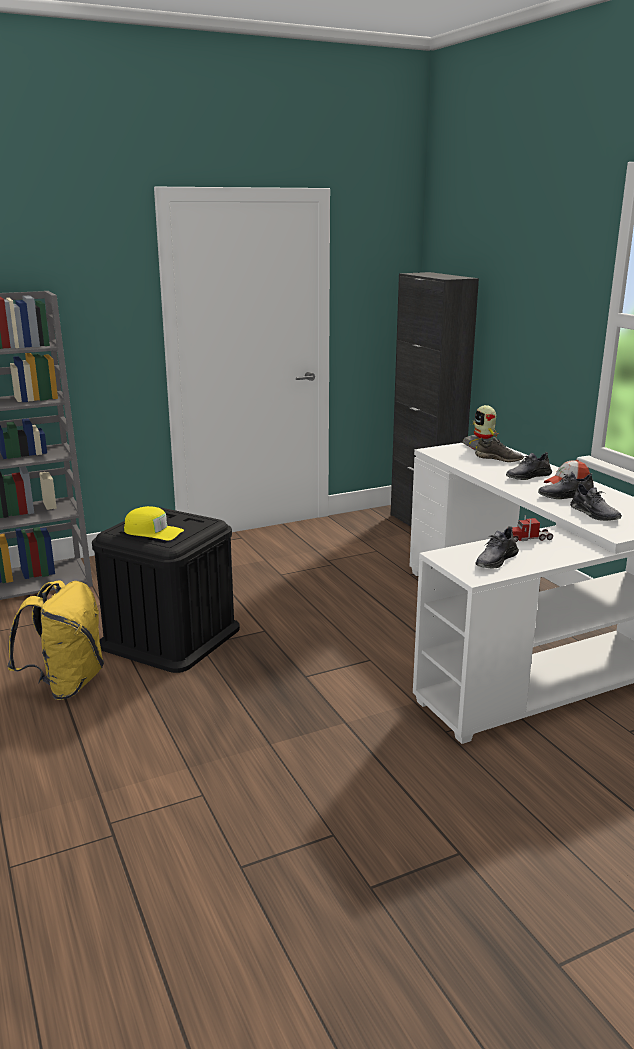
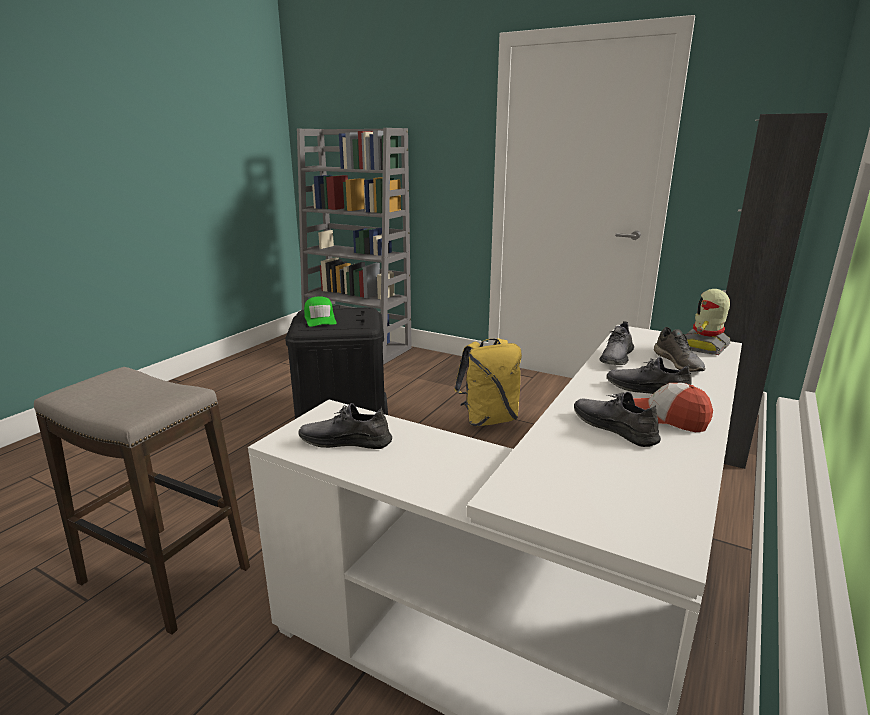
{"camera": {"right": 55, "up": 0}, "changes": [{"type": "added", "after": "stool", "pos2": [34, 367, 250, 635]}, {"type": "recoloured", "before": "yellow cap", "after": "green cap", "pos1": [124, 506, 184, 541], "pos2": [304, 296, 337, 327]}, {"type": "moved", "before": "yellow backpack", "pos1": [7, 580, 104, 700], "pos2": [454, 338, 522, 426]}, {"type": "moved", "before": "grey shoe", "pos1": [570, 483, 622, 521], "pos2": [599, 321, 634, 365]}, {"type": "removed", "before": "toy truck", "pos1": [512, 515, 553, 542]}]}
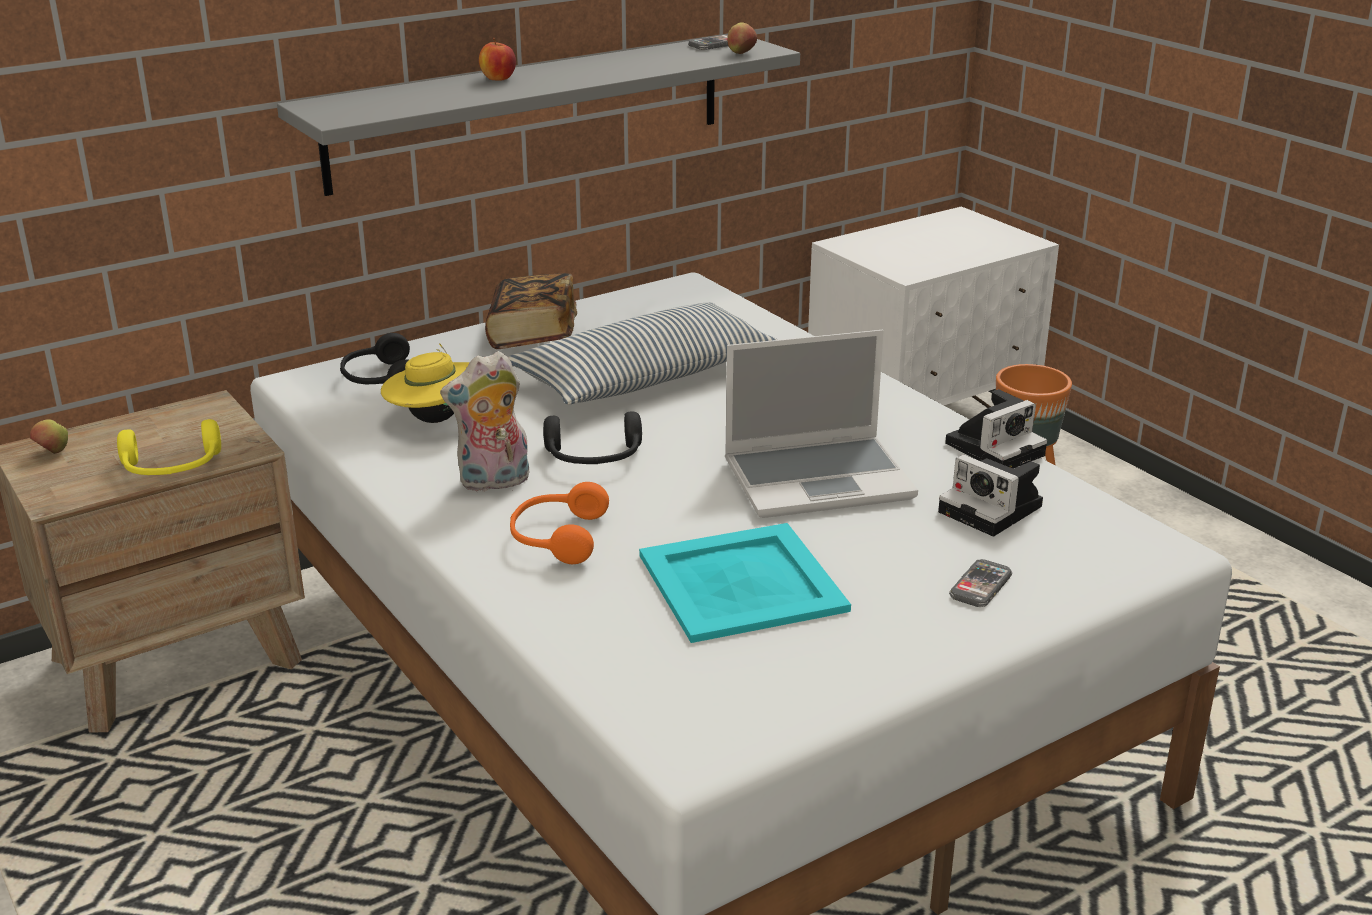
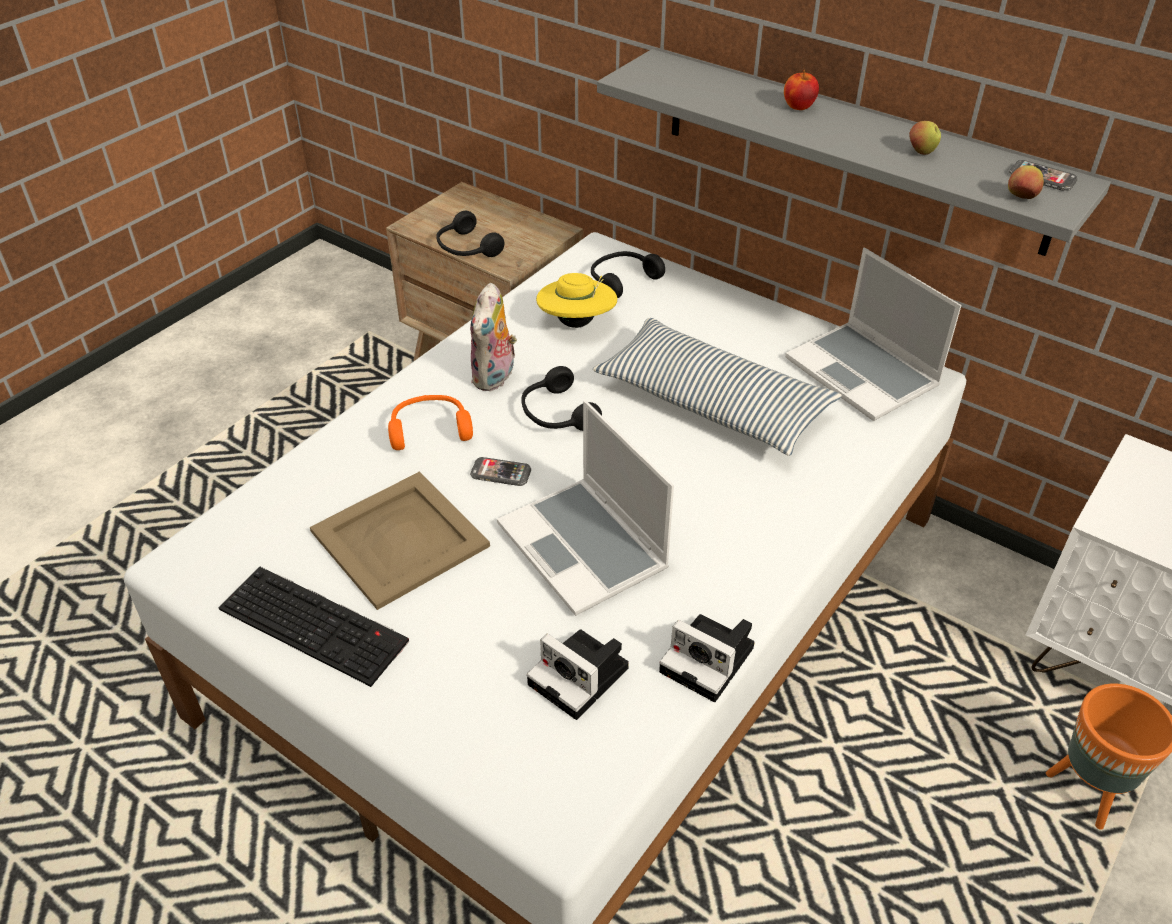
{"camera": {"right": 70, "up": 15}, "changes": [{"type": "added", "after": "keyboard", "pos2": [219, 566, 409, 687]}, {"type": "recoloured", "before": "turquoise tray", "after": "beige tray", "pos1": [639, 523, 851, 643], "pos2": [310, 472, 490, 610]}, {"type": "recoloured", "before": "yellow headphones", "after": "black headphones", "pos1": [117, 419, 221, 475], "pos2": [436, 211, 504, 257]}, {"type": "turned", "before": "plush toy", "pos1": [440, 351, 529, 493], "pos2": [470, 283, 517, 391], "turn": -120}, {"type": "moved", "before": "phone", "pos1": [949, 559, 1012, 607], "pos2": [470, 457, 531, 486]}, {"type": "turned", "before": "photo camera", "pos1": [938, 454, 1043, 536], "pos2": [527, 630, 629, 720], "turn": -75}, {"type": "added", "after": "laptop", "pos2": [785, 248, 962, 421]}, {"type": "moved", "before": "apple", "pos1": [30, 419, 68, 454], "pos2": [909, 121, 941, 155]}, {"type": "removed", "before": "book", "pos1": [485, 273, 577, 349]}]}
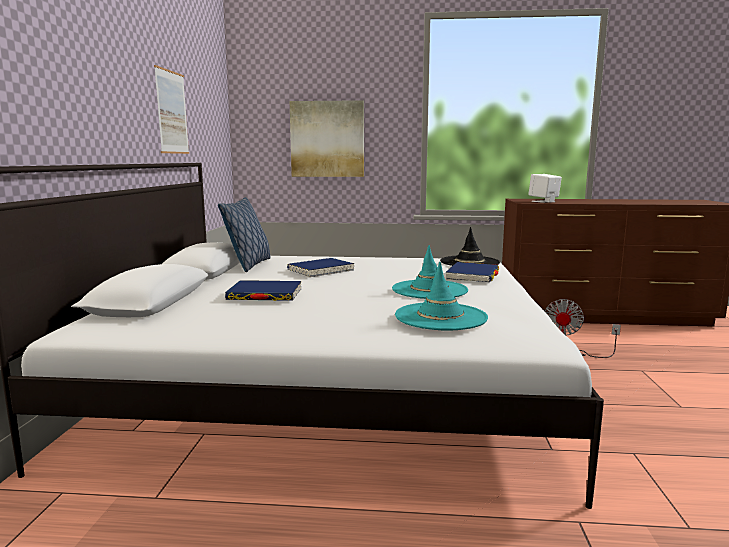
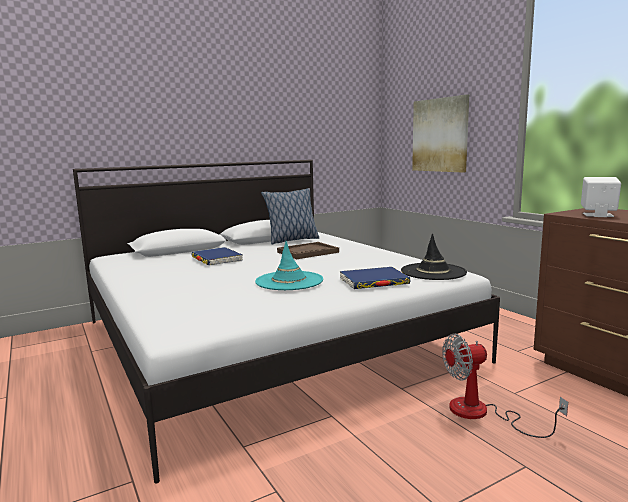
{"camera": {"right": 55, "up": 0}, "changes": [{"type": "replaced", "before": "blue book", "after": "brown tray", "pos1": [287, 258, 355, 277], "pos2": [277, 242, 339, 259]}, {"type": "removed", "before": "picture", "pos1": [154, 65, 189, 154]}, {"type": "removed", "before": "turquoise hat", "pos1": [395, 262, 488, 330]}]}
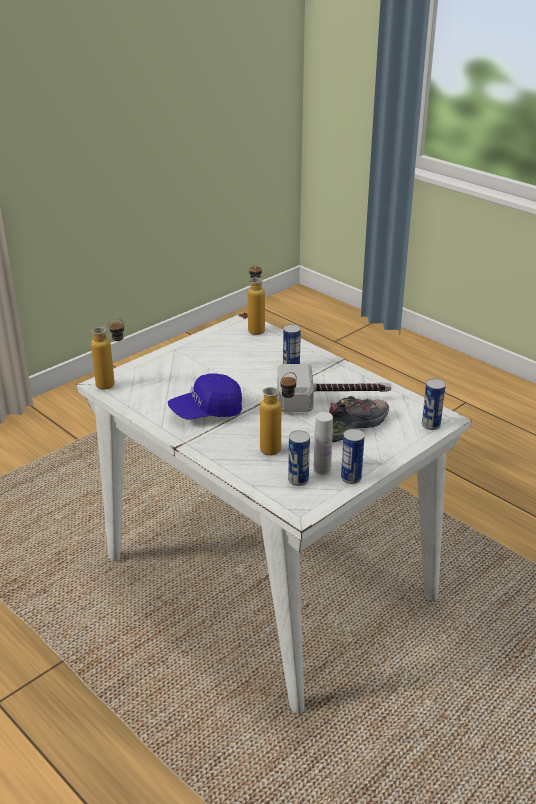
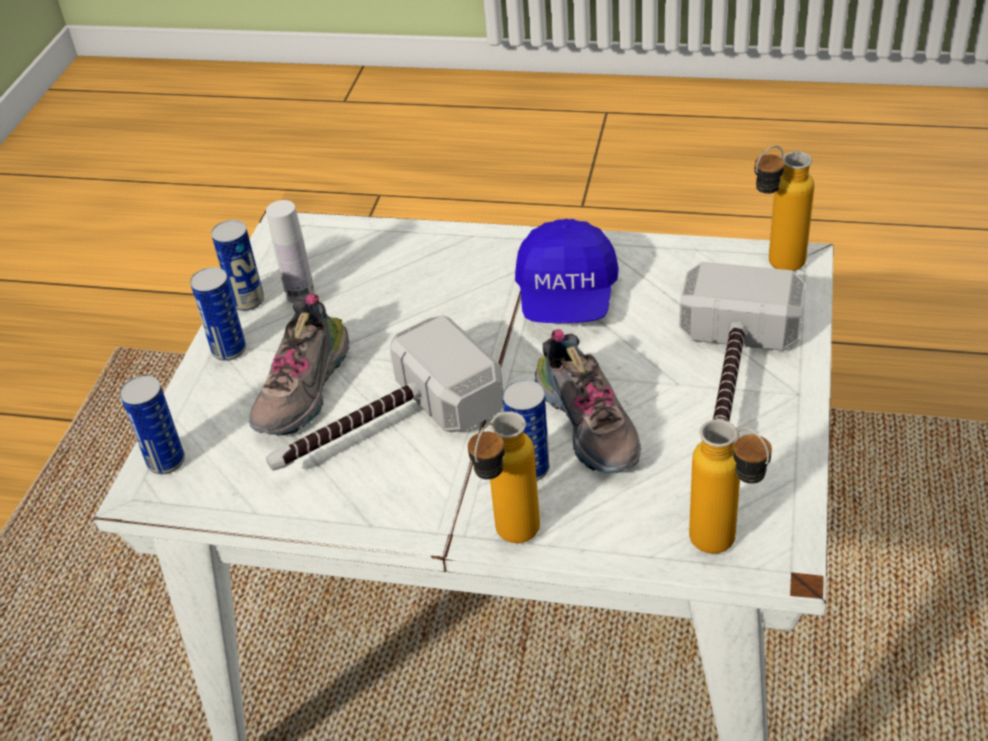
{"camera": {"right": 150, "up": 10}, "changes": [{"type": "moved", "before": "can", "pos1": [288, 430, 310, 486], "pos2": [190, 267, 246, 361]}, {"type": "moved", "before": "bottle", "pos1": [260, 372, 297, 455], "pos2": [468, 412, 540, 543]}, {"type": "turned", "before": "blue cap", "pos1": [168, 373, 242, 419], "pos2": [515, 219, 619, 323], "turn": 150}, {"type": "added", "after": "shoe", "pos2": [535, 329, 642, 473]}, {"type": "added", "after": "hammer", "pos2": [679, 262, 806, 422]}]}
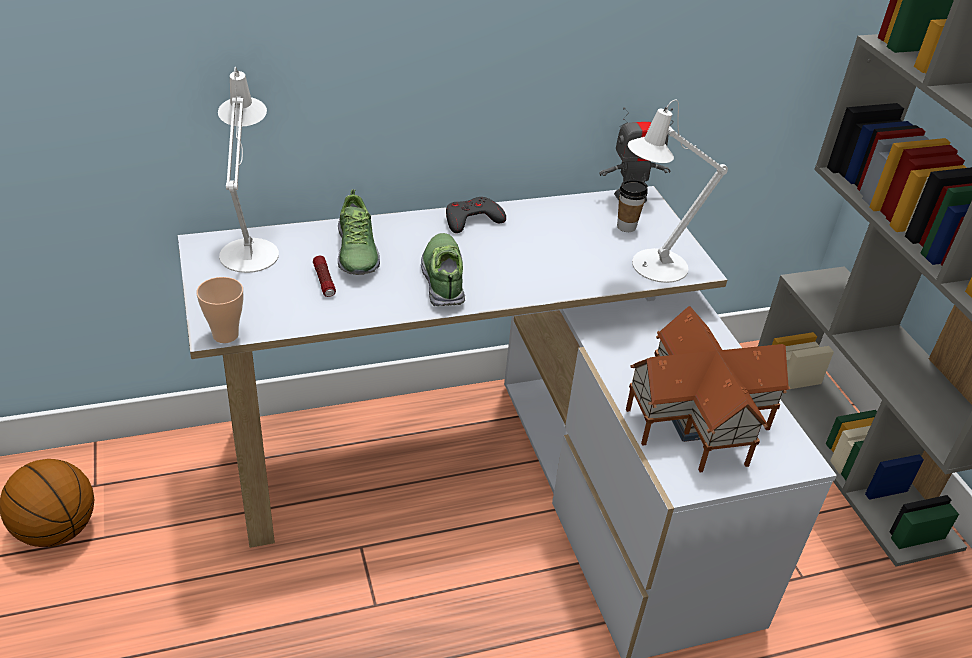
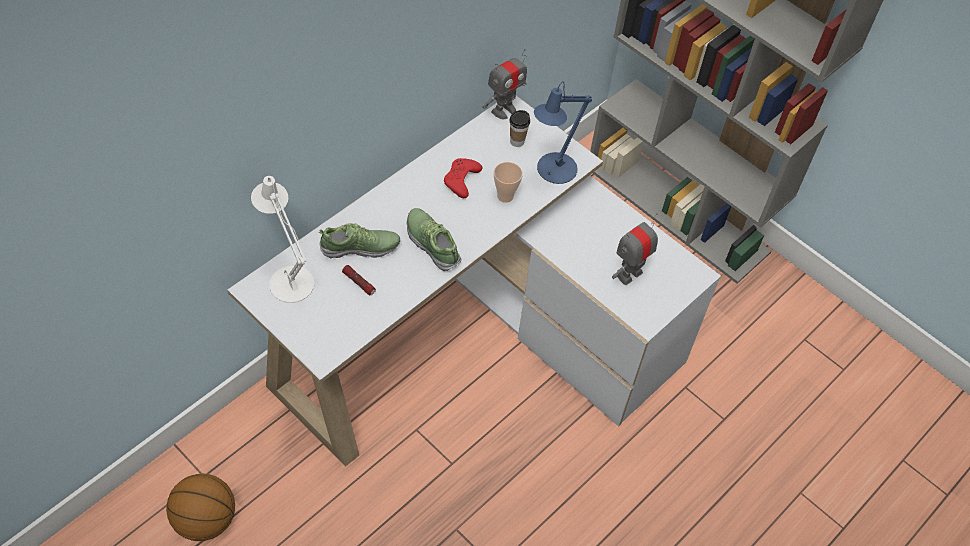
{"camera": {"right": -30, "up": 15}, "changes": [{"type": "turned", "before": "shoe", "pos1": [338, 189, 380, 275], "pos2": [319, 223, 400, 258], "turn": -60}, {"type": "added", "after": "red game controller", "pos2": [444, 158, 483, 198]}, {"type": "moved", "before": "cup", "pos1": [196, 277, 243, 343], "pos2": [494, 162, 523, 203]}, {"type": "recoloured", "before": "white table lamp", "after": "blue table lamp", "pos1": [628, 99, 728, 283], "pos2": [534, 81, 592, 184]}, {"type": "replaced", "before": "toy house", "after": "toy robot", "pos1": [626, 306, 790, 472], "pos2": [612, 213, 658, 285]}, {"type": "removed", "before": "grey game controller", "pos1": [446, 197, 506, 233]}]}
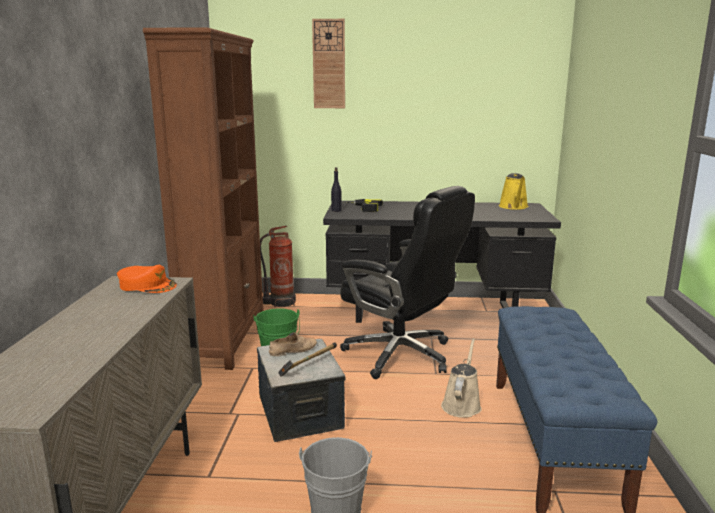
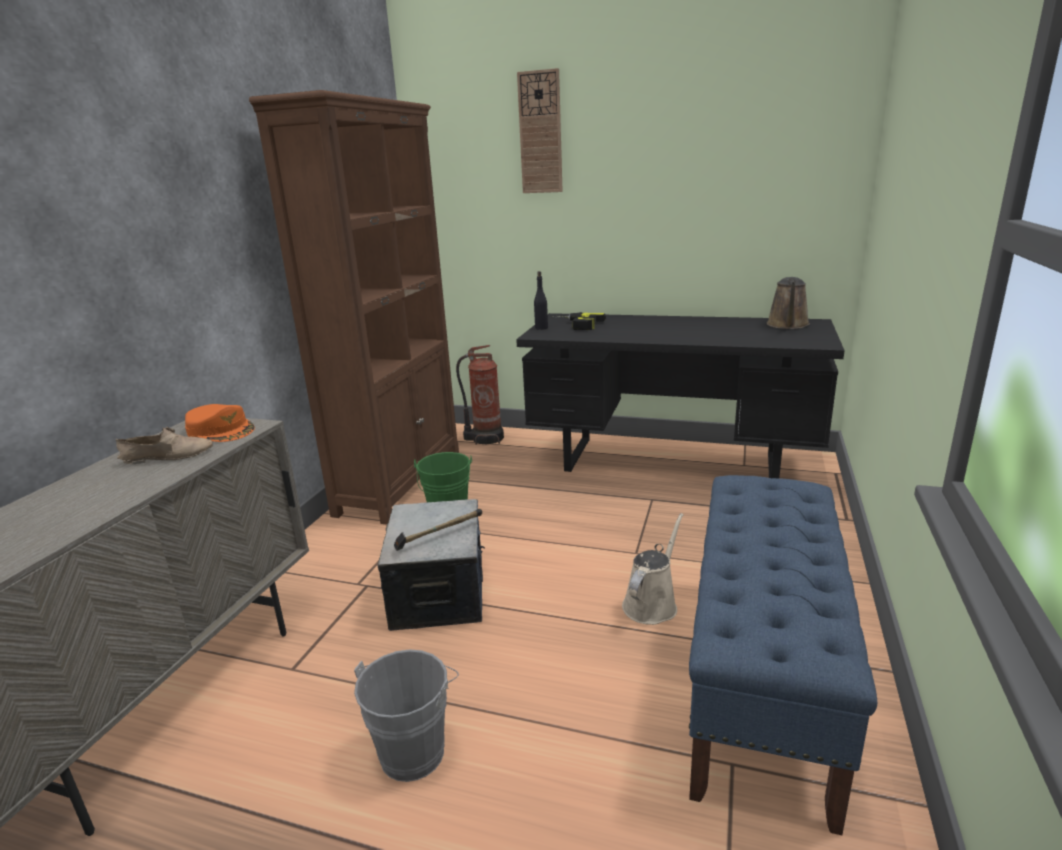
{"camera": {"right": 15, "up": 5}, "changes": [{"type": "moved", "before": "beige shoe", "pos1": [269, 332, 317, 356], "pos2": [116, 427, 213, 464]}, {"type": "recoloured", "before": "yellow watering can", "after": "brown watering can", "pos1": [499, 173, 528, 210], "pos2": [767, 277, 810, 329]}, {"type": "removed", "before": "black office chair", "pos1": [340, 186, 475, 379]}]}
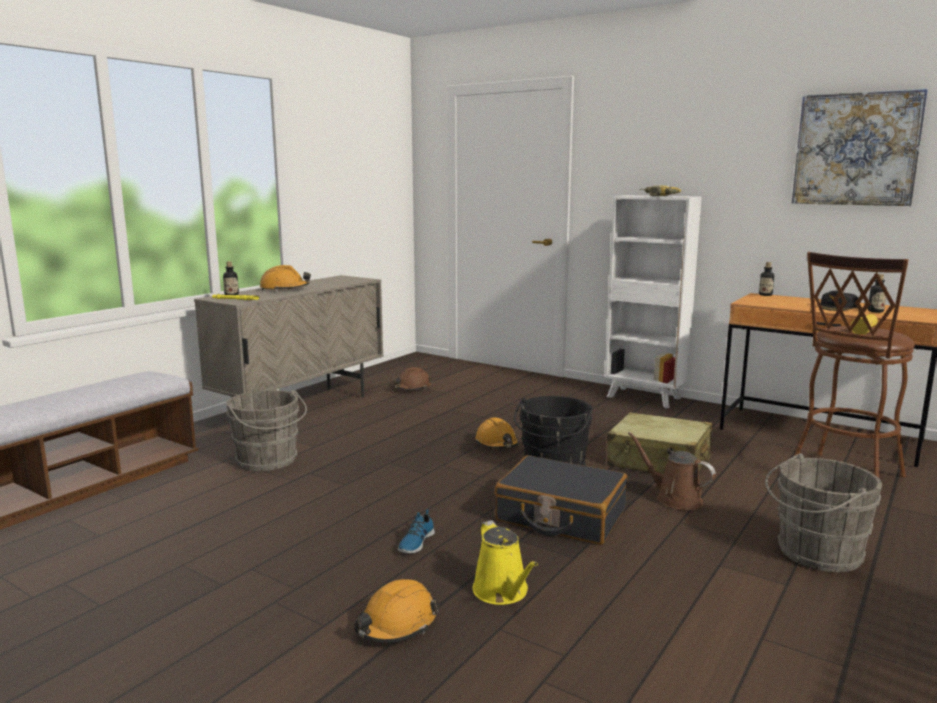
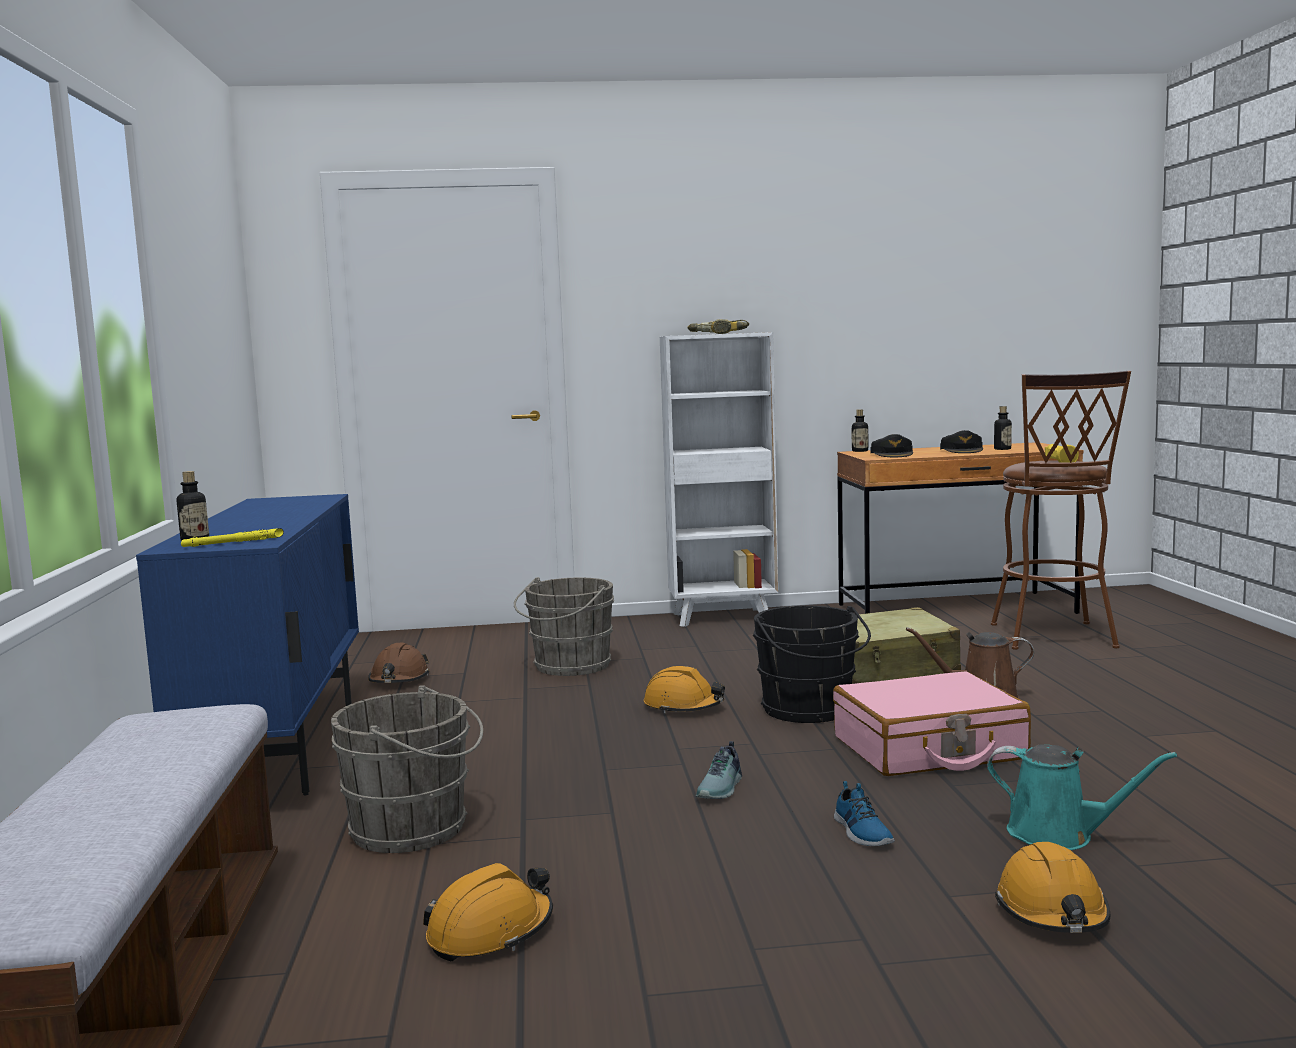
{"camera": {"right": -40, "up": -5}, "changes": [{"type": "recoloured", "before": "beige cabinet", "after": "blue cabinet", "pos1": [194, 275, 383, 398], "pos2": [136, 494, 359, 795]}, {"type": "moved", "before": "orange hard hat", "pos1": [260, 265, 311, 291], "pos2": [423, 863, 553, 961]}, {"type": "moved", "before": "grey bucket", "pos1": [765, 453, 882, 572], "pos2": [514, 577, 614, 676]}, {"type": "added", "after": "shoe", "pos2": [696, 741, 742, 799]}, {"type": "recoloured", "before": "black suitcase", "after": "pink suitcase", "pos1": [495, 455, 627, 545], "pos2": [833, 671, 1031, 776]}, {"type": "added", "after": "black cap", "pos2": [870, 434, 913, 457]}, {"type": "recoloured", "before": "yellow watering can", "after": "turquoise watering can", "pos1": [473, 520, 538, 605], "pos2": [987, 744, 1177, 850]}, {"type": "removed", "before": "picture", "pos1": [792, 89, 928, 206]}]}
